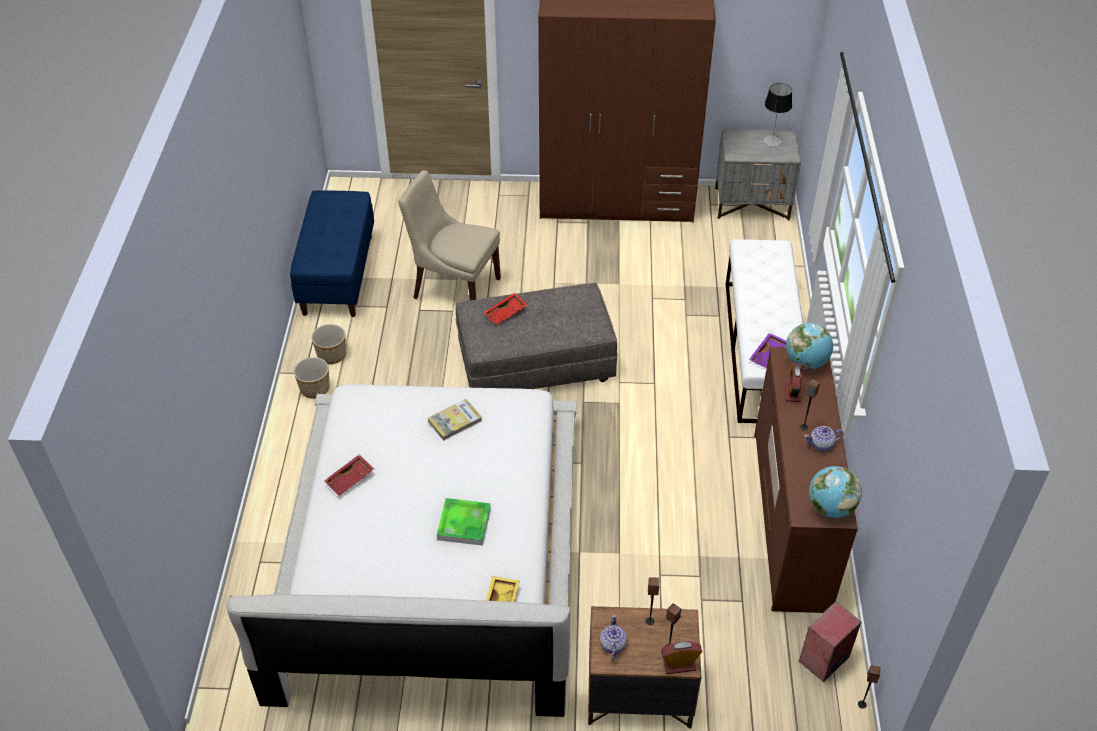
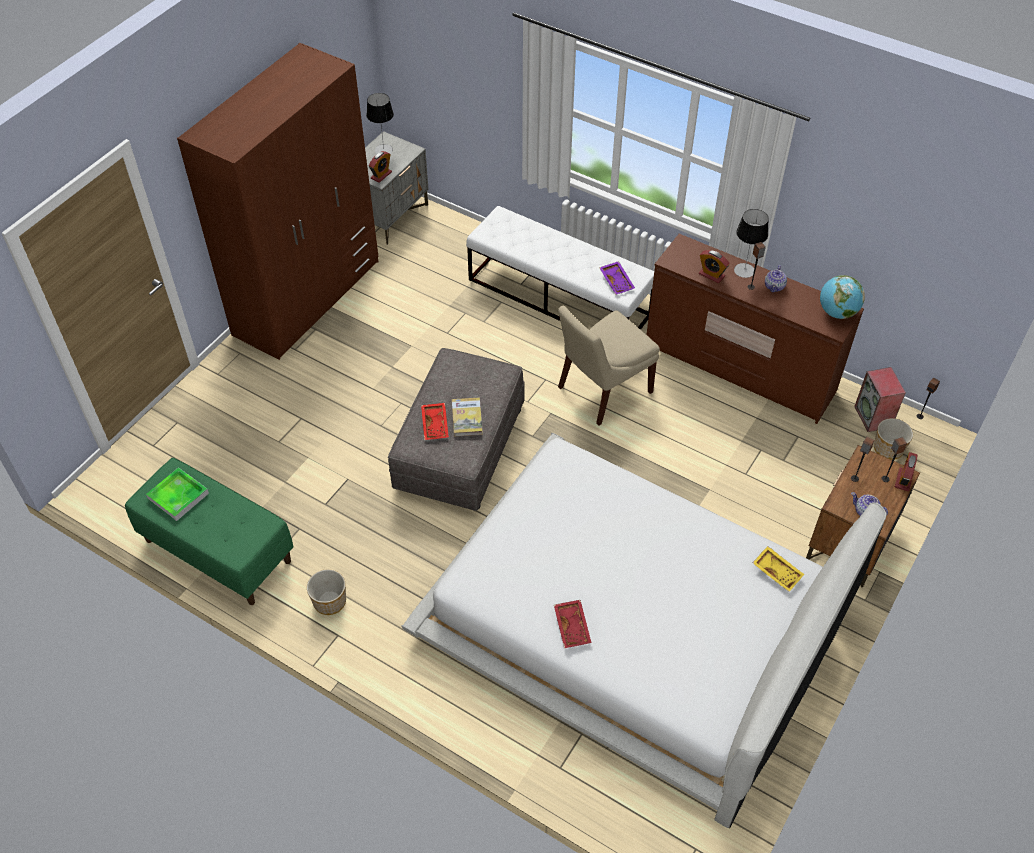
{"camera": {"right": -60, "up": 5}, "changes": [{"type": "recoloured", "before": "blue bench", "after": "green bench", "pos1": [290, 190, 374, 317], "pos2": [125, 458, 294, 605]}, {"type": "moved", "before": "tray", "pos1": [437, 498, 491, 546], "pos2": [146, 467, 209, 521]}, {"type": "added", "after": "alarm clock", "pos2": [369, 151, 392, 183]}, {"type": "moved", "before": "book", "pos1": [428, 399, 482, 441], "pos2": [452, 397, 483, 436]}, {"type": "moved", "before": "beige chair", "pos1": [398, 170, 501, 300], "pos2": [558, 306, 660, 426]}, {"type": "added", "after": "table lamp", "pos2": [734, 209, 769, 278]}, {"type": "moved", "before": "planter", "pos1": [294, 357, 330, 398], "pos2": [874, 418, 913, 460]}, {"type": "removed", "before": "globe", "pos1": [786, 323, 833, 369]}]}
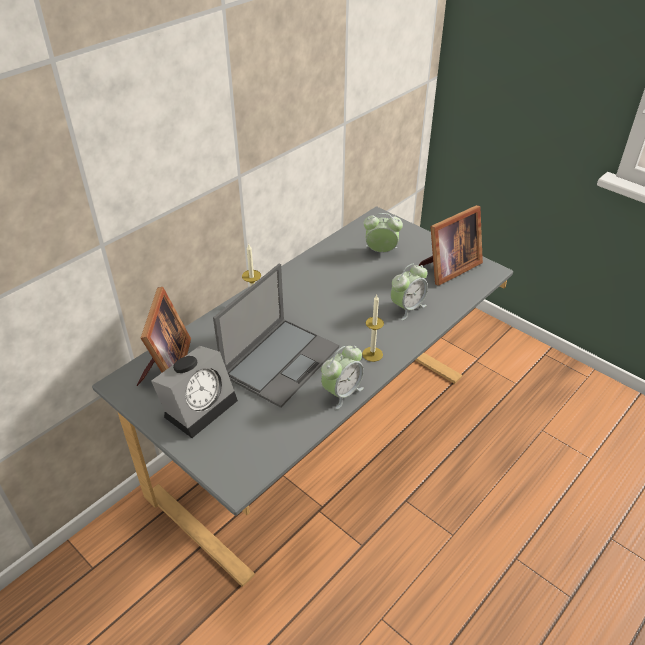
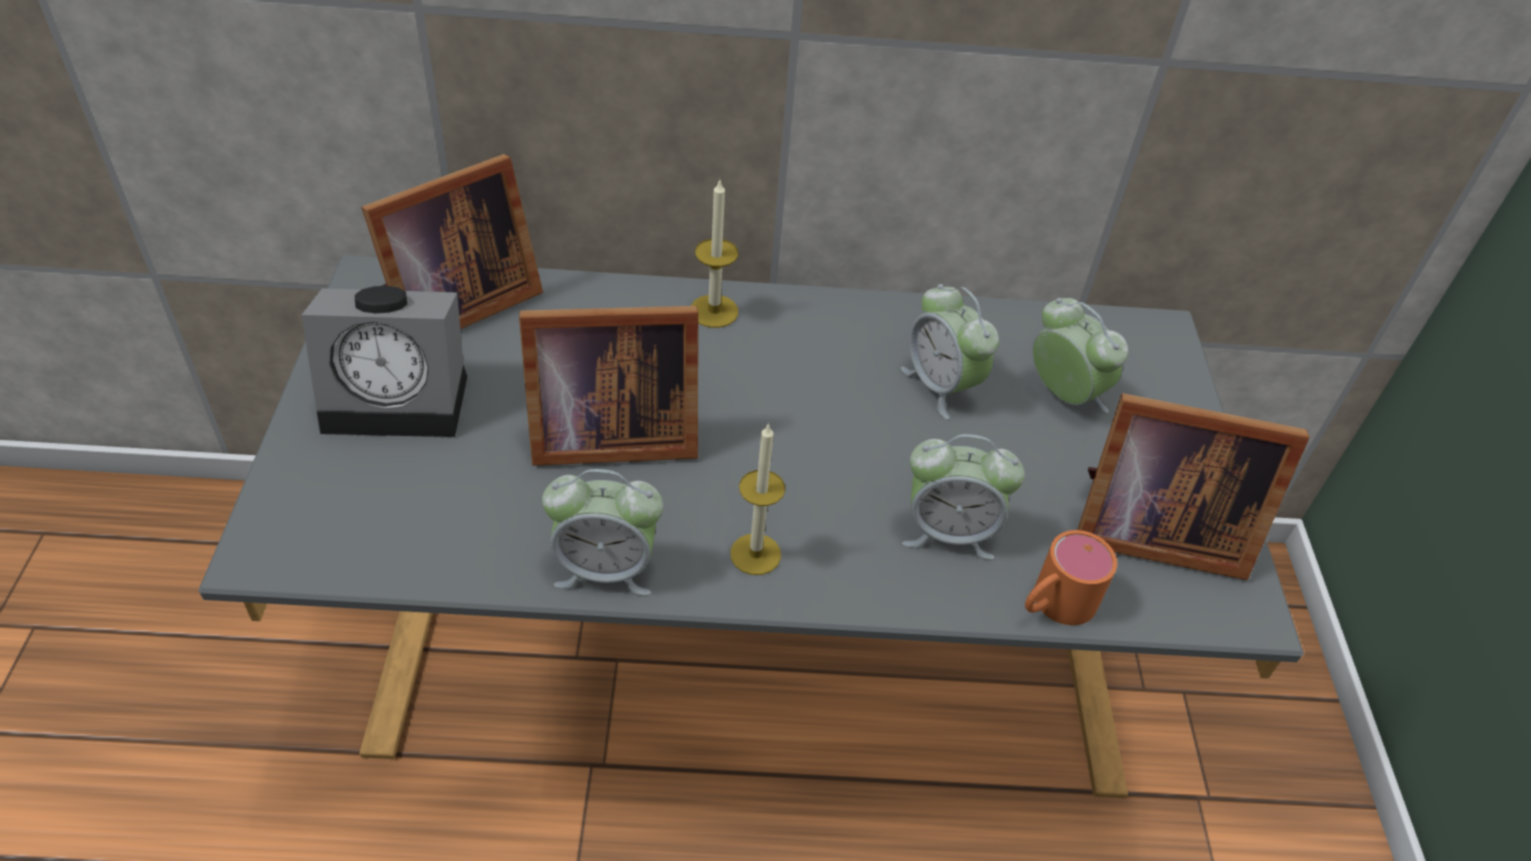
{"camera": {"right": 45, "up": 5}, "changes": [{"type": "replaced", "before": "laptop", "after": "picture frame", "pos1": [213, 263, 339, 408], "pos2": [519, 306, 698, 466]}, {"type": "added", "after": "alarm clock", "pos2": [901, 284, 999, 420]}, {"type": "added", "after": "orange mug", "pos2": [1025, 530, 1117, 625]}]}
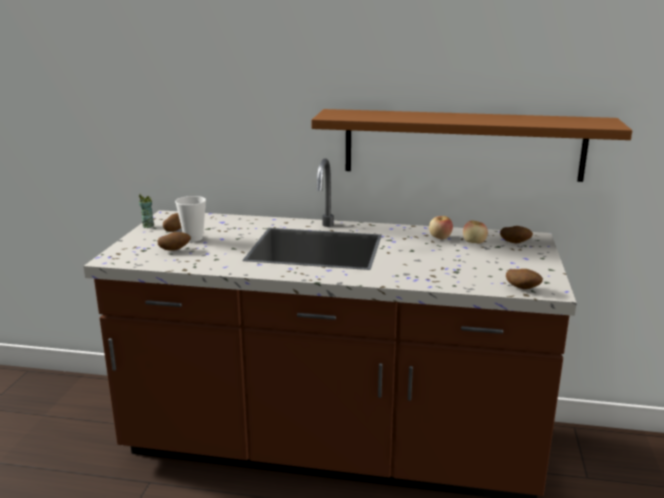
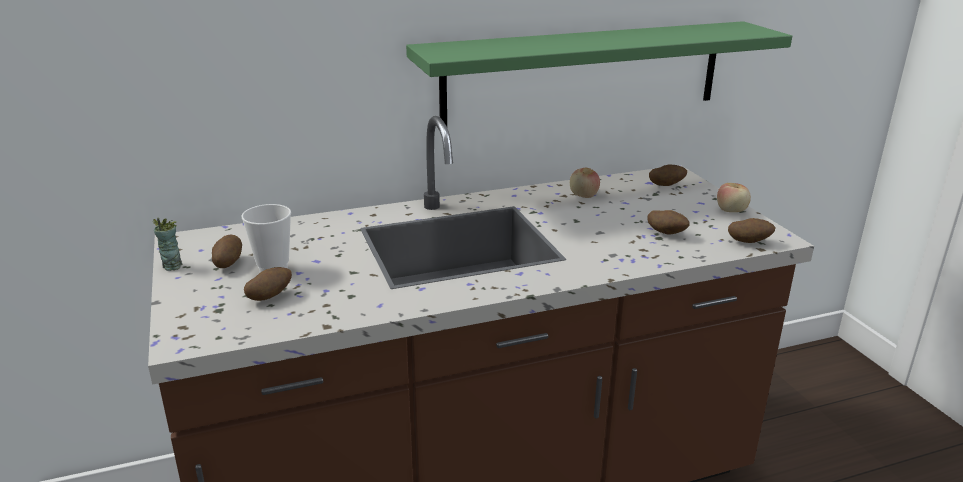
{"camera": {"right": -30, "up": 5}, "changes": [{"type": "recoloured", "before": "brown shelf", "after": "green shelf", "pos1": [311, 109, 632, 182], "pos2": [406, 21, 792, 126]}, {"type": "added", "after": "potato", "pos2": [647, 210, 690, 235]}, {"type": "moved", "before": "apple", "pos1": [463, 220, 488, 243], "pos2": [717, 183, 751, 212]}]}
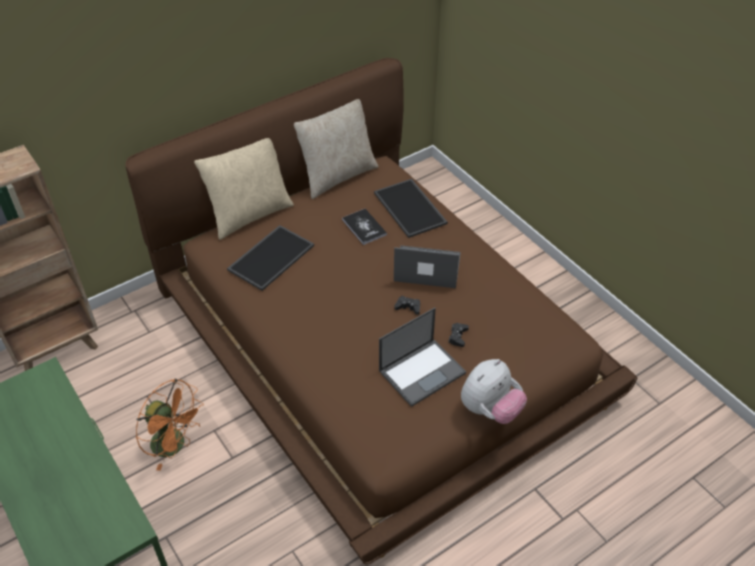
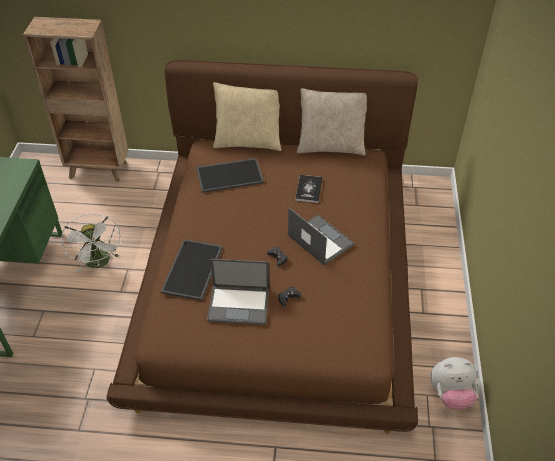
{"camera": {"right": 40, "up": 0}, "changes": [{"type": "recoloured", "before": "orange fan", "after": "white fan", "pos1": [136, 379, 204, 471], "pos2": [61, 214, 121, 272]}, {"type": "moved", "before": "tray", "pos1": [374, 179, 448, 238], "pos2": [161, 239, 223, 301]}, {"type": "moved", "before": "plush toy", "pos1": [461, 359, 527, 424], "pos2": [430, 357, 478, 410]}]}
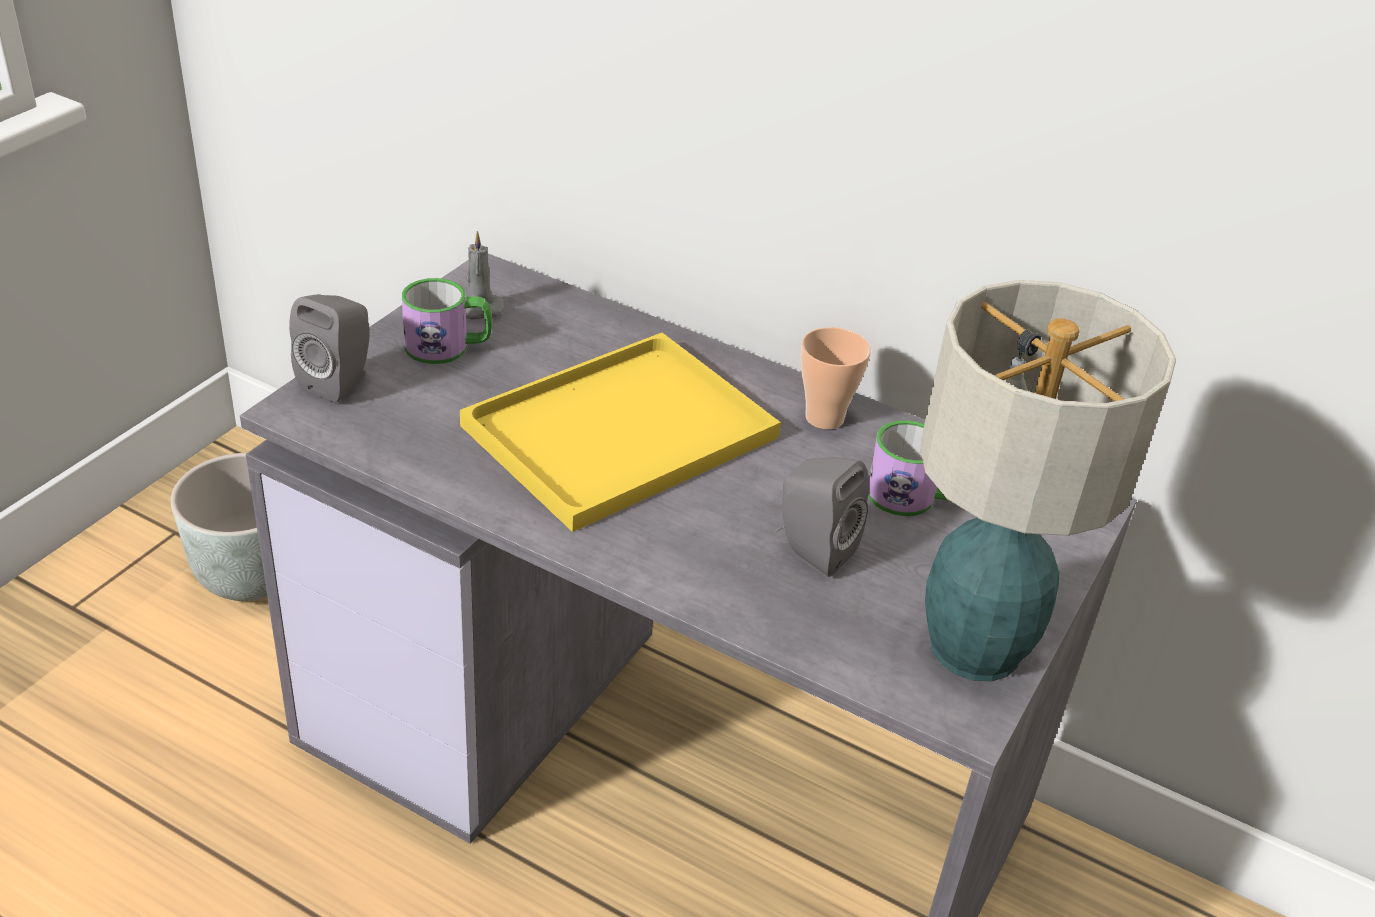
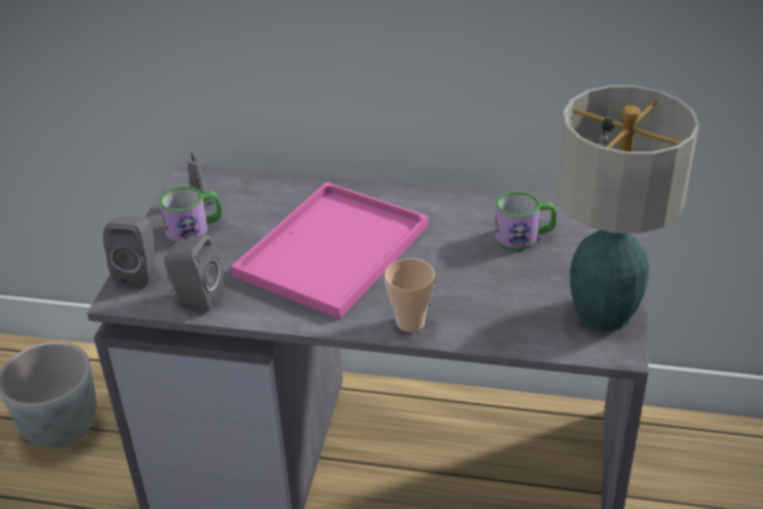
{"camera": {"right": -15, "up": 0}, "changes": [{"type": "moved", "before": "grey speaker", "pos1": [775, 457, 869, 577], "pos2": [164, 235, 223, 310]}, {"type": "recoloured", "before": "yellow tray", "after": "pink tray", "pos1": [460, 333, 781, 532], "pos2": [231, 182, 428, 319]}, {"type": "moved", "before": "cup", "pos1": [801, 327, 871, 429], "pos2": [384, 258, 435, 332]}]}
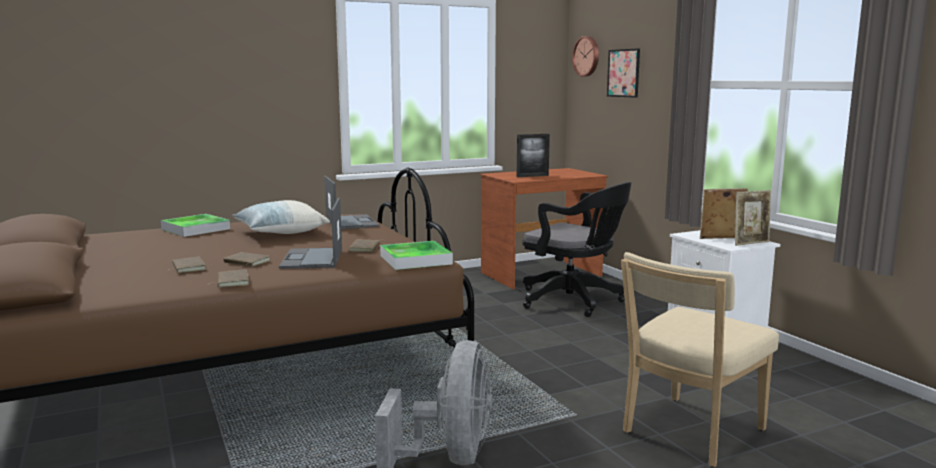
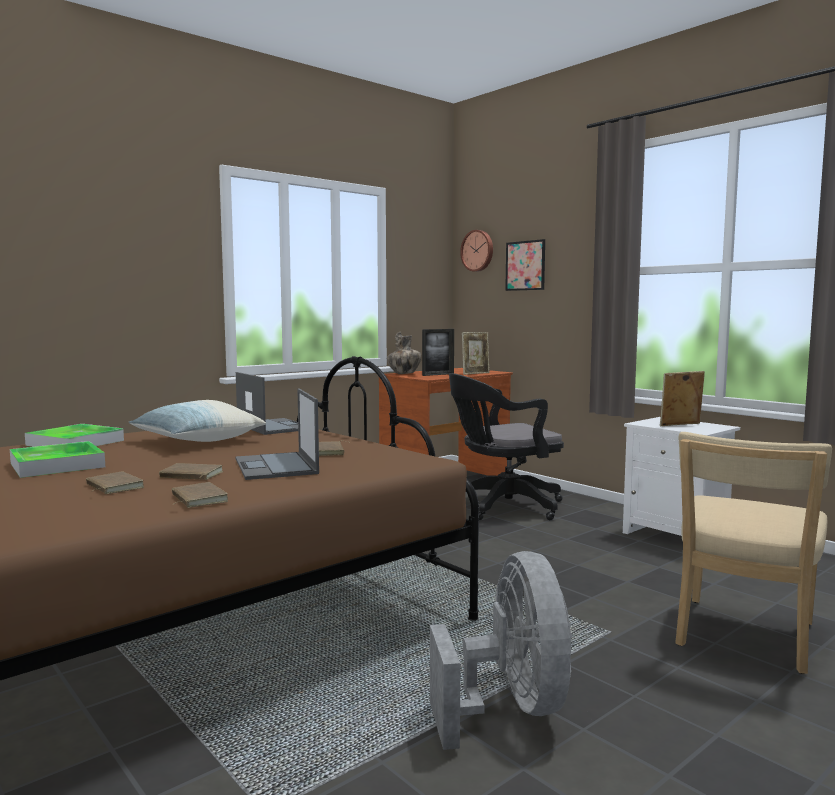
{"camera": {"right": -15, "up": -5}, "changes": [{"type": "moved", "before": "tray", "pos1": [380, 241, 453, 270], "pos2": [10, 441, 105, 478]}, {"type": "added", "after": "vase", "pos2": [387, 332, 421, 374]}, {"type": "turned", "before": "black office chair", "pos1": [522, 182, 632, 317], "pos2": [449, 373, 564, 520], "turn": 135}, {"type": "moved", "before": "picture frame", "pos1": [735, 190, 771, 246], "pos2": [462, 332, 489, 375]}]}
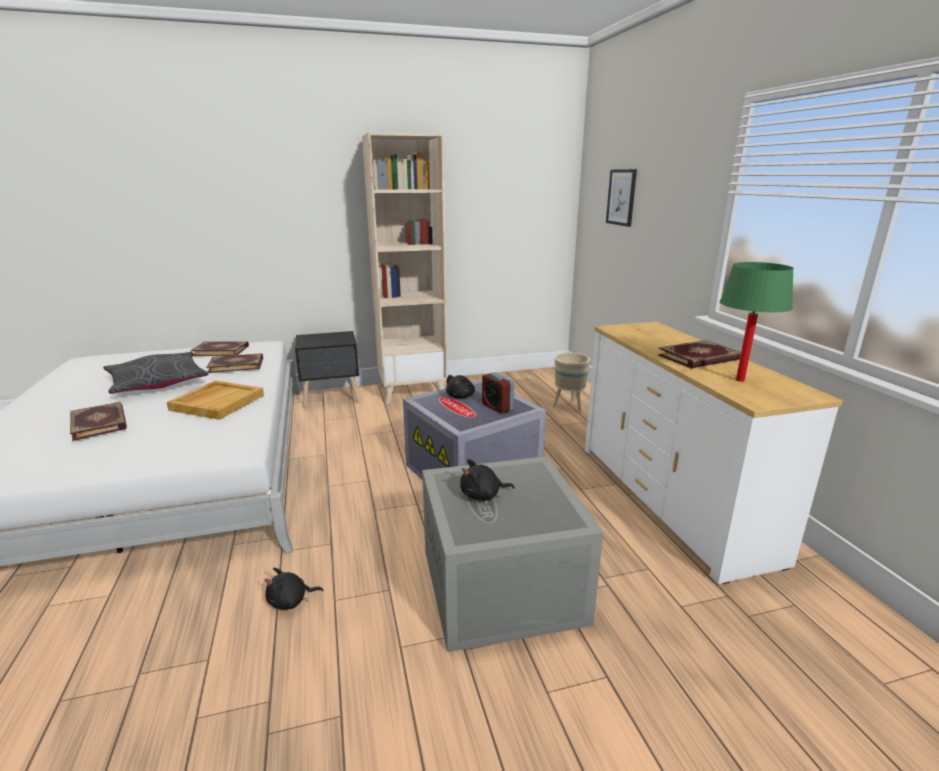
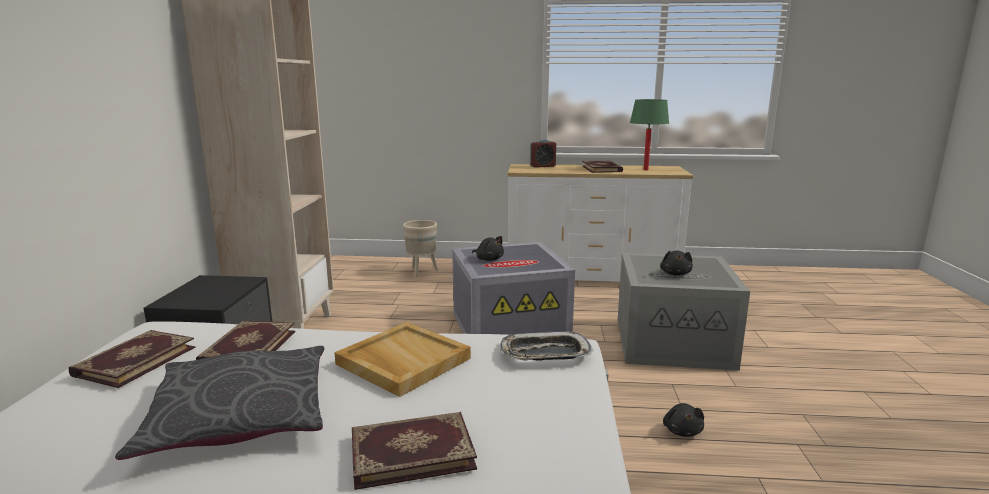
{"camera": {"right": -70, "up": -5}, "changes": [{"type": "added", "after": "tray", "pos2": [500, 331, 594, 361]}, {"type": "moved", "before": "alarm clock", "pos1": [482, 372, 514, 414], "pos2": [530, 139, 556, 168]}, {"type": "removed", "before": "picture", "pos1": [606, 169, 637, 227]}]}
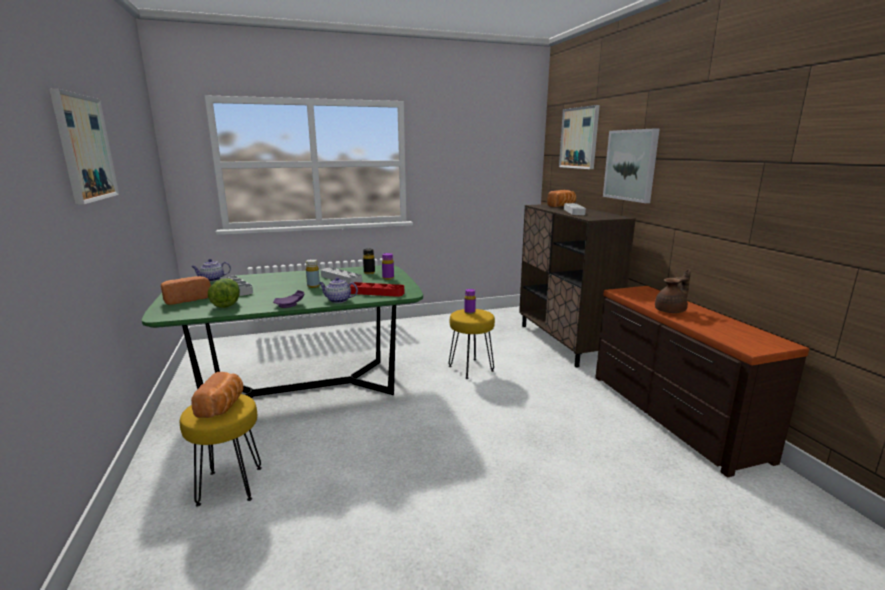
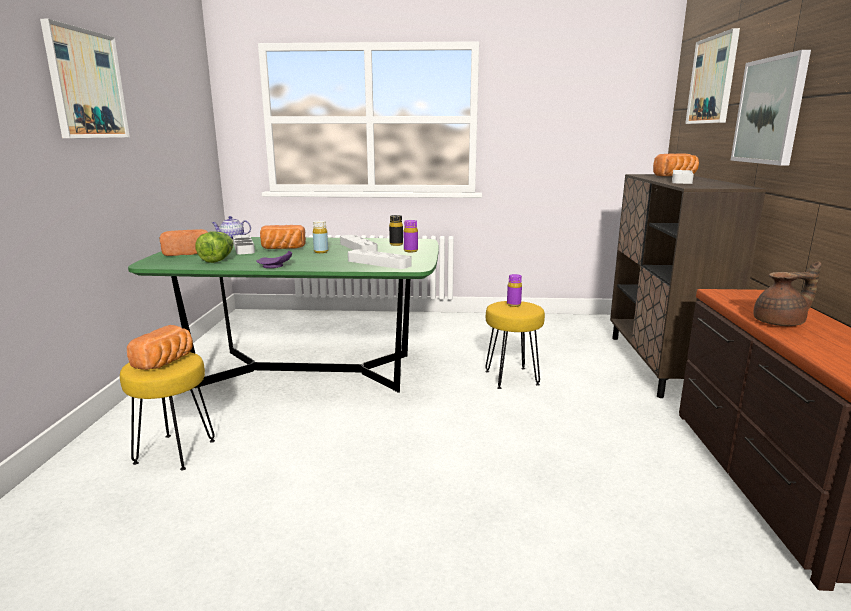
{"camera": {"right": 20, "up": 0}, "changes": [{"type": "added", "after": "bread", "pos2": [260, 225, 306, 249]}, {"type": "recoloured", "before": "red tray", "after": "grey tray", "pos1": [349, 282, 404, 297], "pos2": [348, 249, 412, 269]}, {"type": "removed", "before": "teapot", "pos1": [319, 277, 358, 303]}]}
